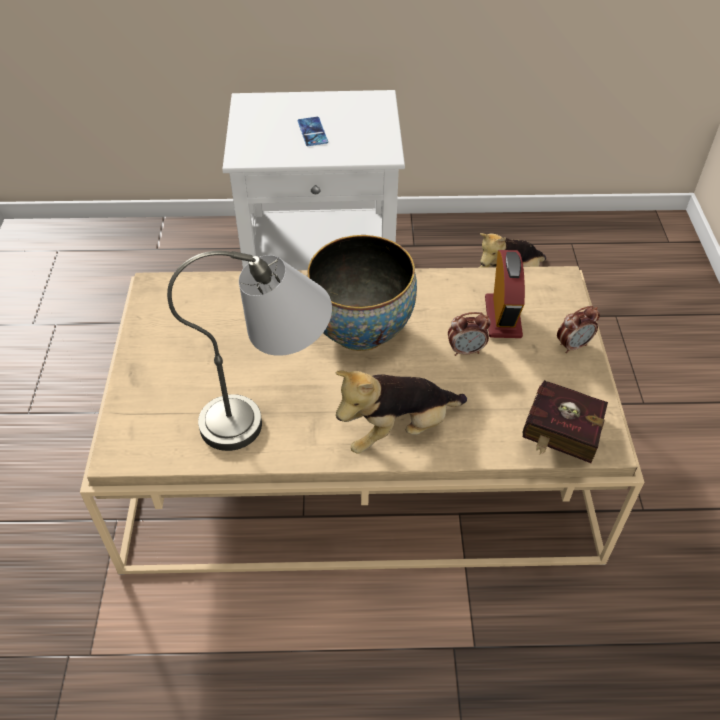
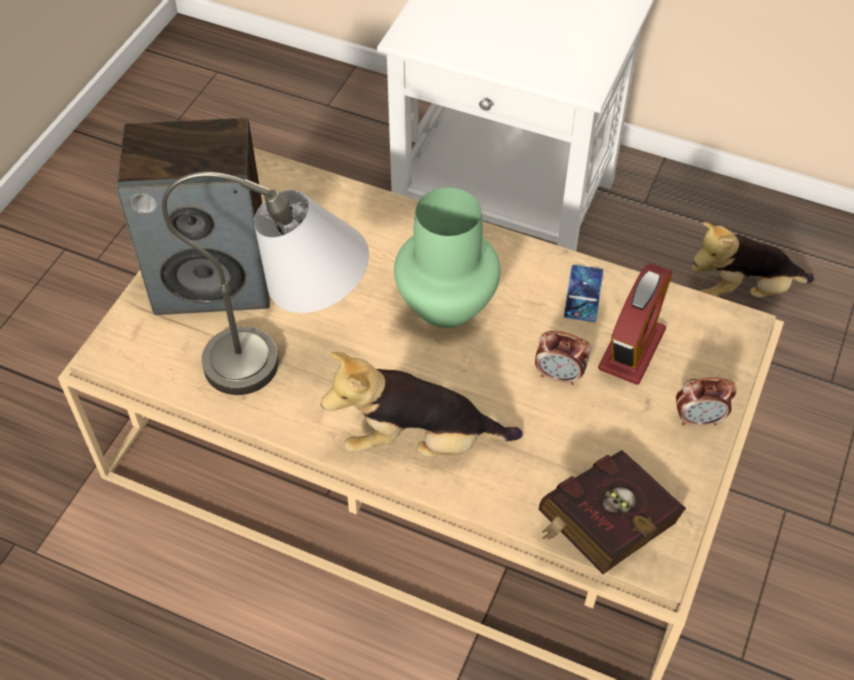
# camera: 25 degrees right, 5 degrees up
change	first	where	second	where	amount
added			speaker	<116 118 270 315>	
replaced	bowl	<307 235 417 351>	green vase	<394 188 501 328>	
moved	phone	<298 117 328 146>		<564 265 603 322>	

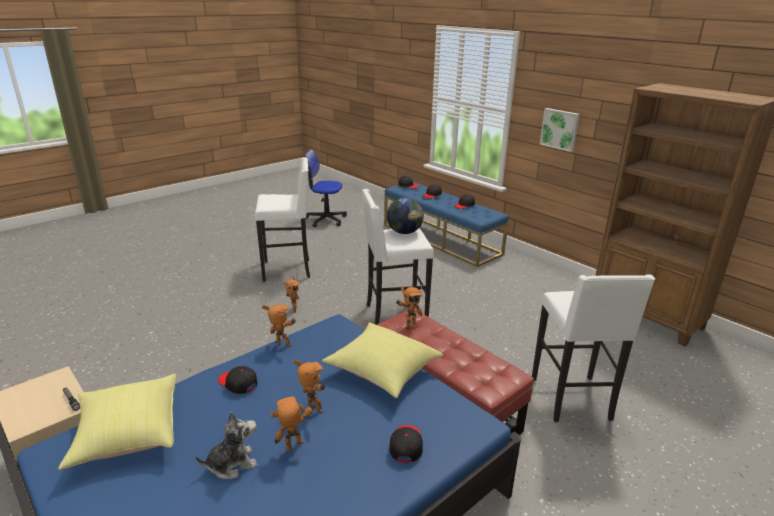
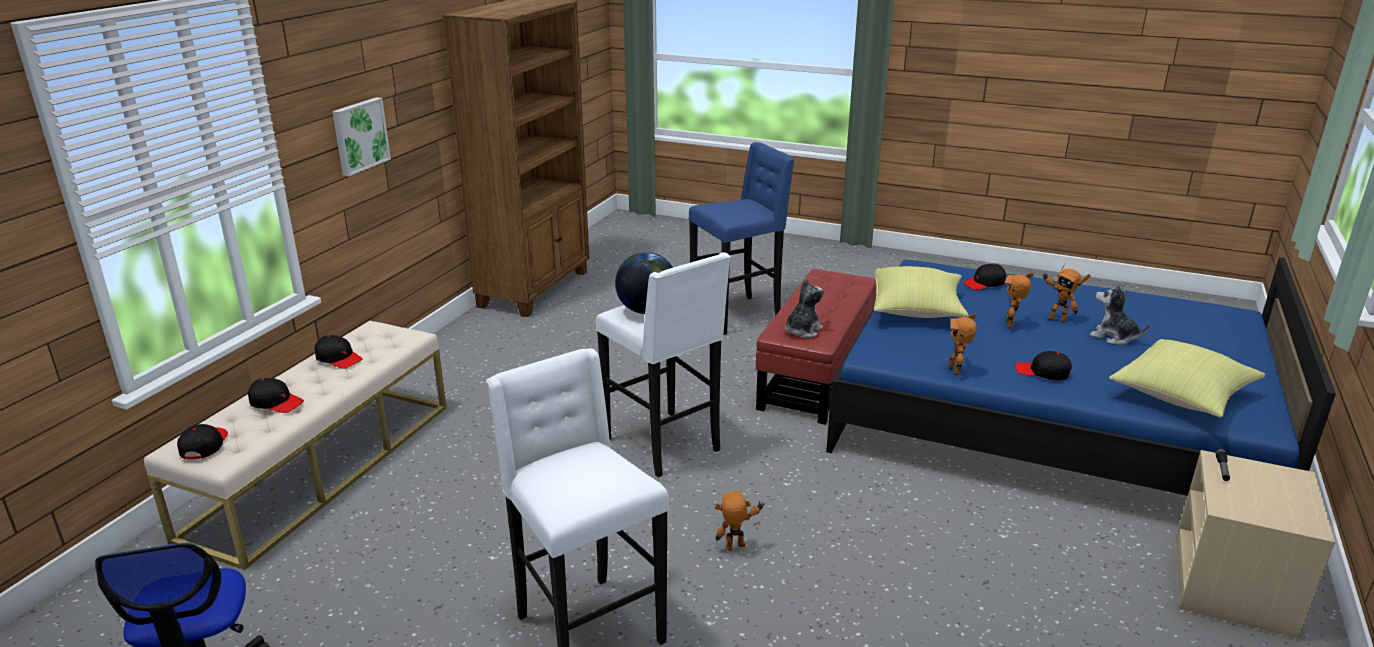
# camera: 115 degrees left, 0 degrees up
change	first	where	second	where	amount
recoloured	blue bench	<384 182 509 267>	beige bench	<144 321 447 570>	
recoloured	white stool	<532 274 655 422>	blue stool	<689 142 794 335>	
replaced	toy robot	<396 285 423 329>	plush toy	<785 278 824 338>	
turned	black cap	<218 366 258 394>		<1015 351 1072 380>	105 degrees clockwise

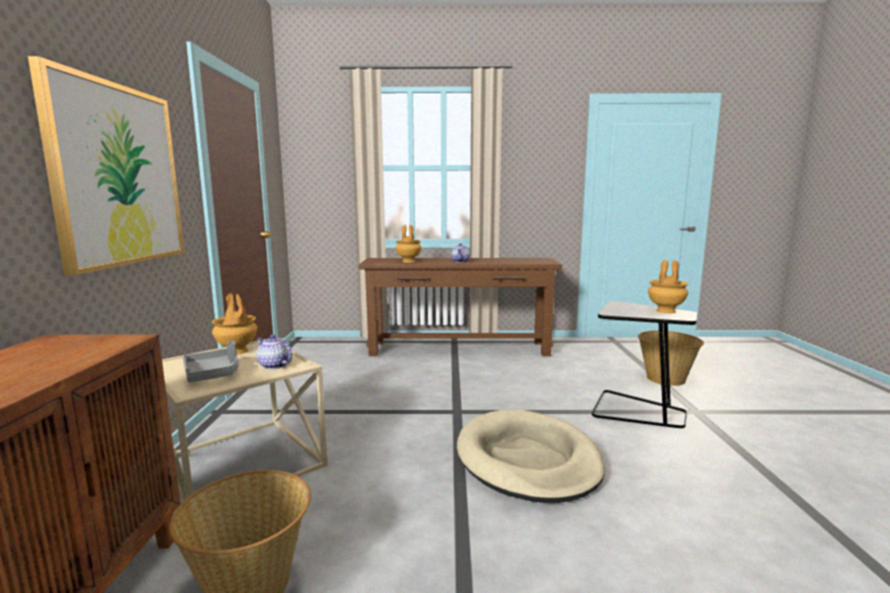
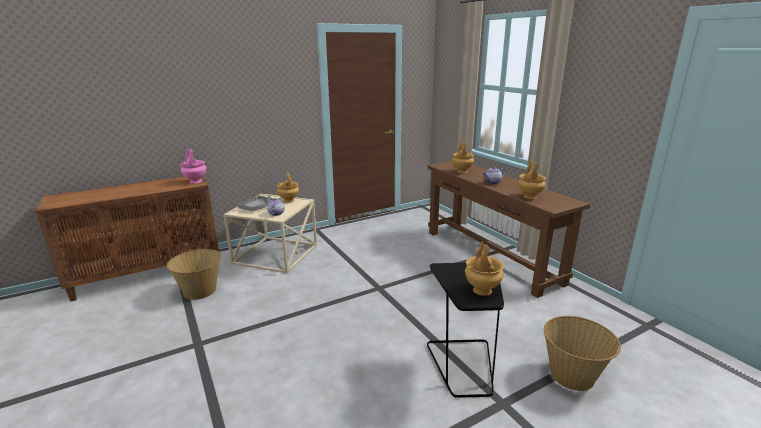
# camera: 60 degrees right, 10 degrees up
change	first	where	second	where	amount
added			pink vase	<180 148 207 184>	
added			brown vase	<518 161 546 199>	
removed	picture	<28 56 184 276>			
removed	beige dog bed	<457 409 605 503>			

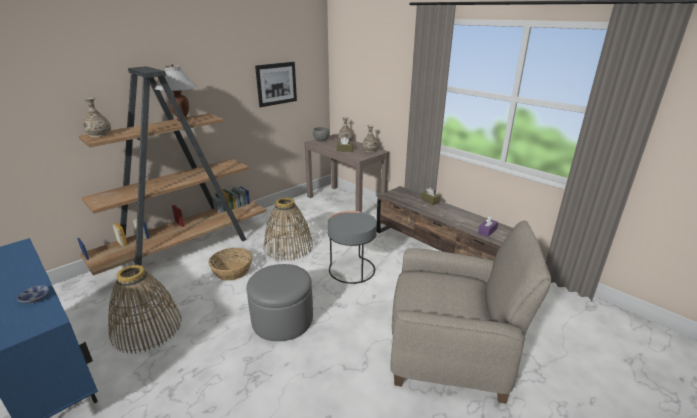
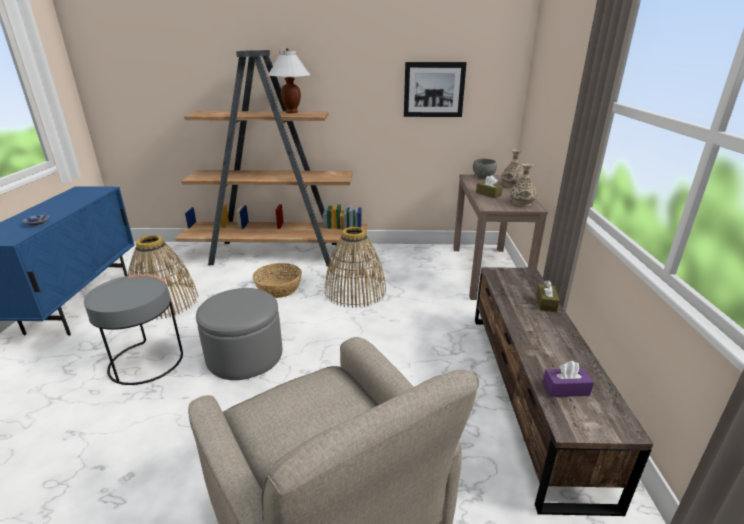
# camera: 45 degrees right, 0 degrees up
change	first	where	second	where	amount
moved	grey side table	<328 211 377 284>		<84 274 183 385>	
removed	vase	<83 98 111 137>			

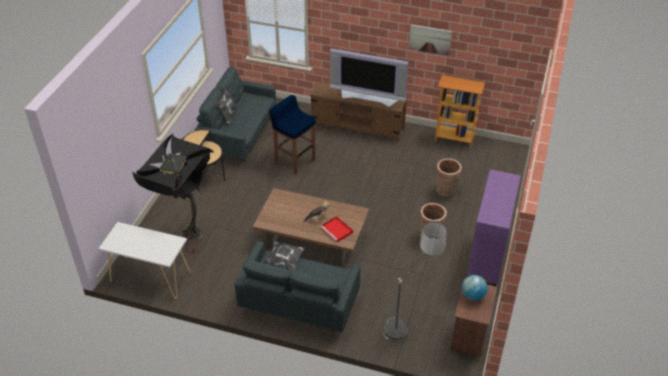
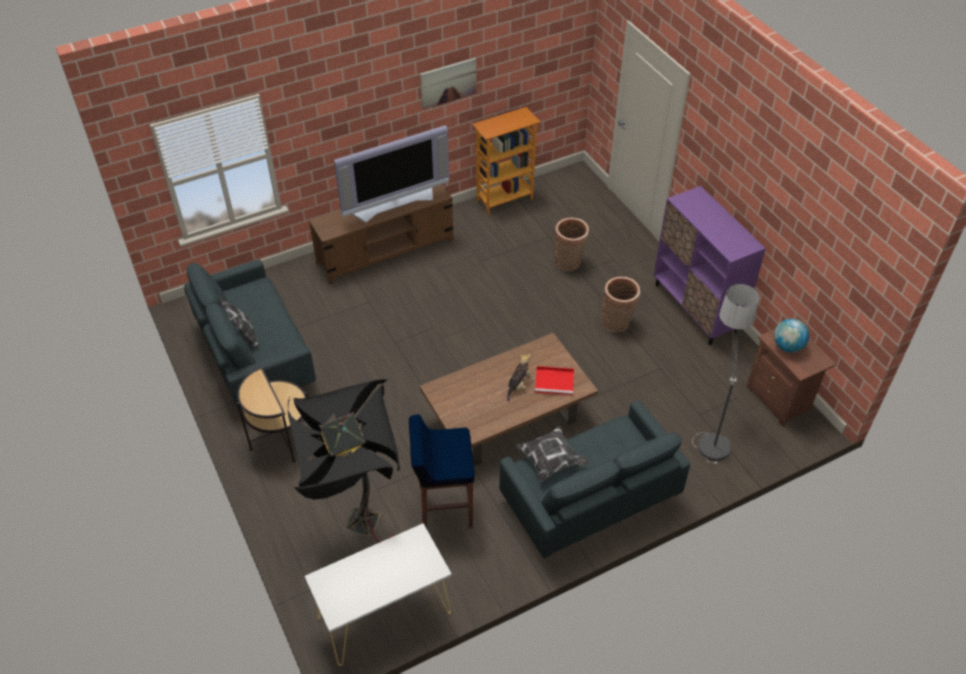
# camera: 45 degrees left, 5 degrees up
change	first	where	second	where	amount
moved	blue stool	<269 95 316 175>		<409 414 475 529>	

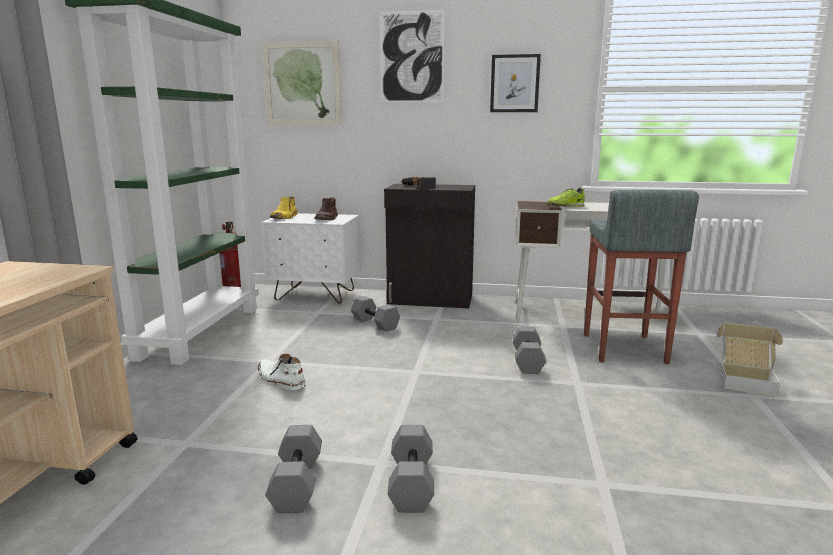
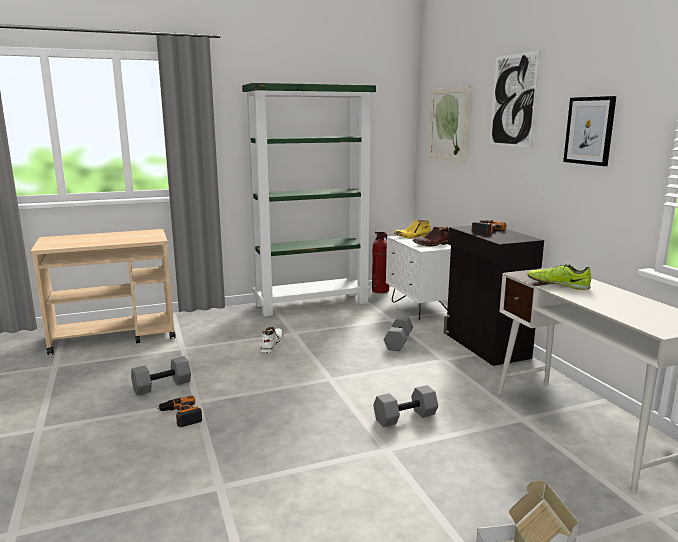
# camera: 60 degrees right, 0 degrees up
change	first	where	second	where	amount
replaced	grey dumbbell	<388 425 434 513>	power drill	<157 396 202 427>	
removed	grey stool	<584 190 699 364>			

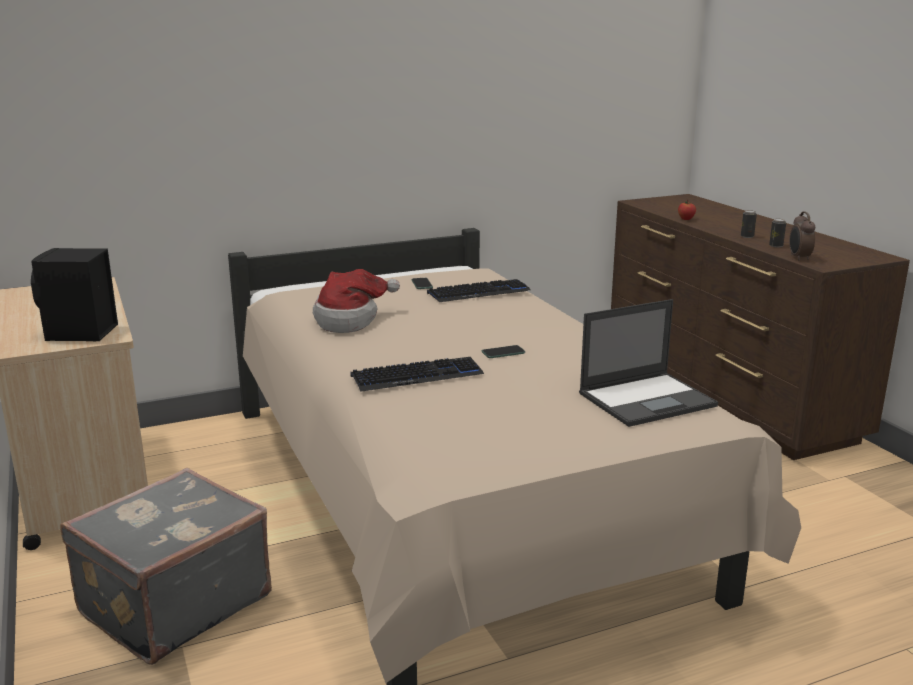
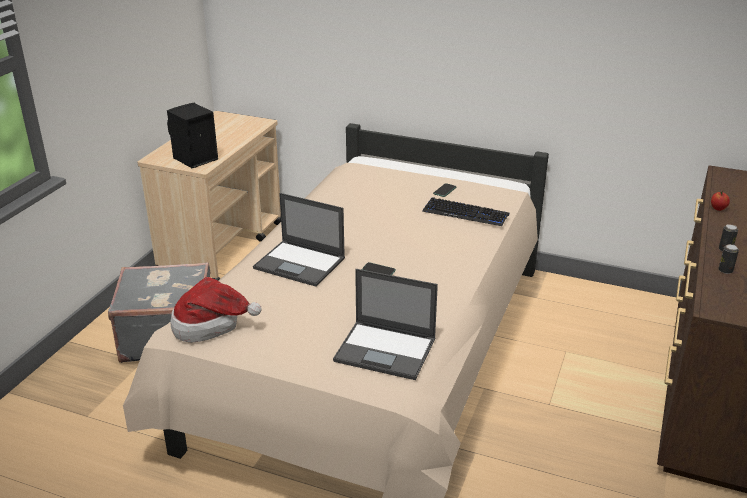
# camera: 45 degrees right, 10 degrees up
change	first	where	second	where	amount
moved	hat	<313 269 400 333>		<170 277 262 343>	
replaced	keyboard	<350 357 484 392>	laptop	<253 193 345 287>	
removed	alarm clock	<789 211 815 261>			

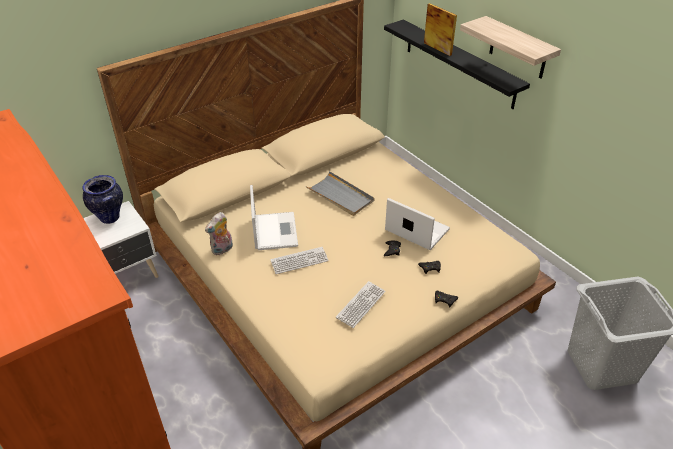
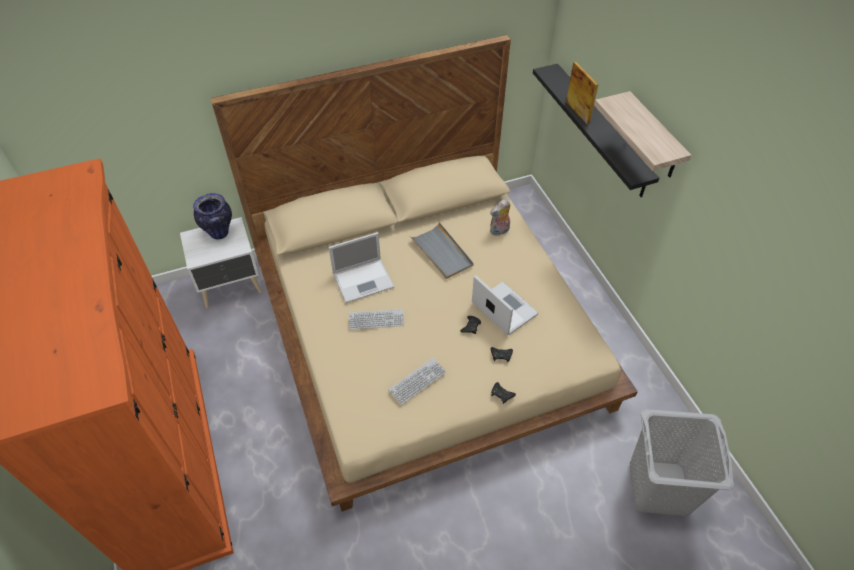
# camera: 15 degrees right, 10 degrees up
change	first	where	second	where	amount
turned	laptop	<250 185 298 250>		<329 232 394 303>	60 degrees clockwise
moved	plush toy	<205 212 233 255>		<490 199 510 236>	

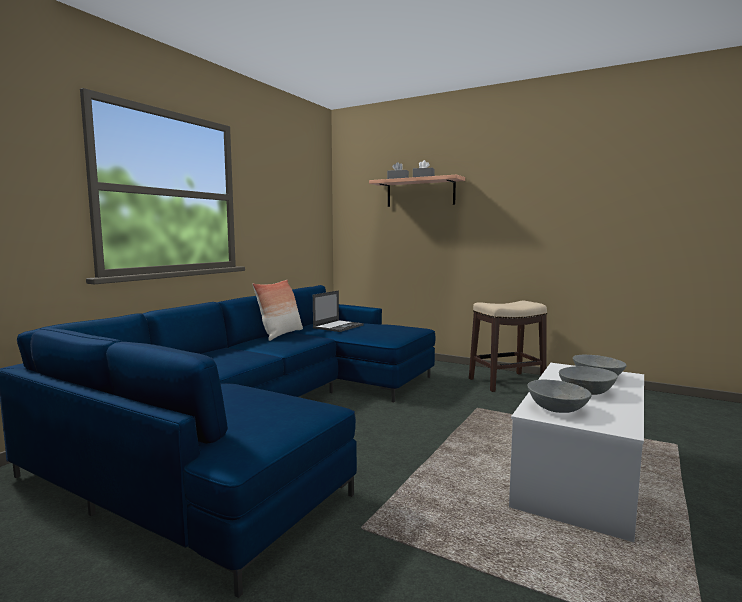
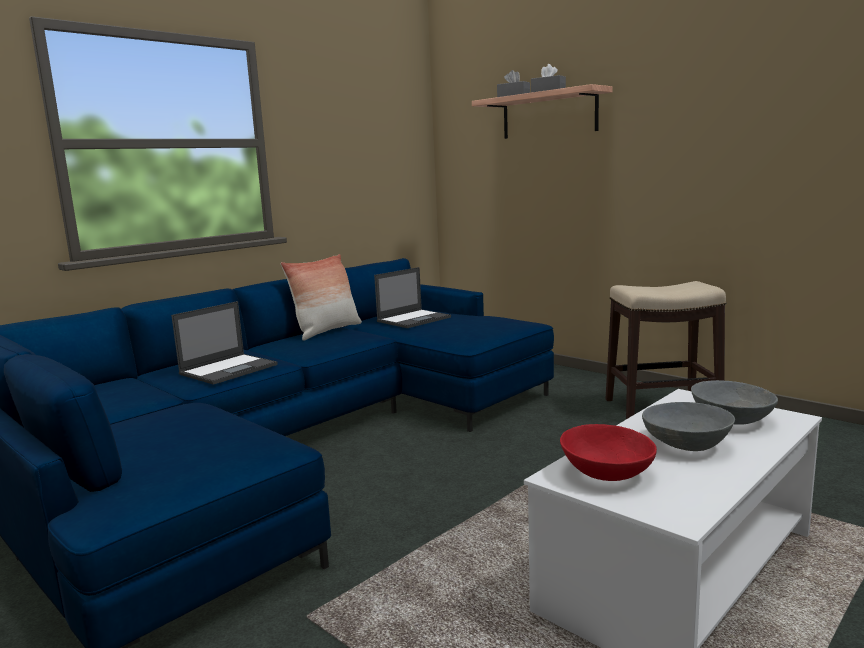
# camera: 15 degrees right, 5 degrees up
change	first	where	second	where	amount
added			laptop	<171 301 278 385>	
recoloured	grey bowl	<527 380 591 413>	red bowl	<560 424 657 481>	

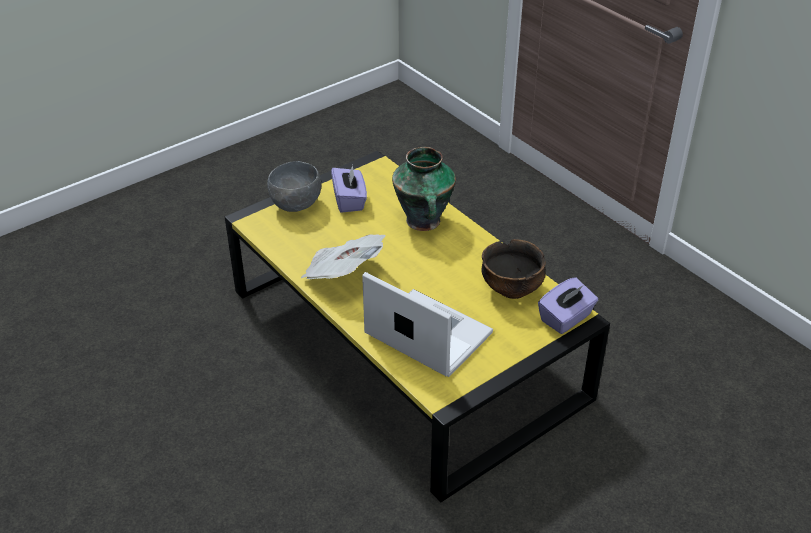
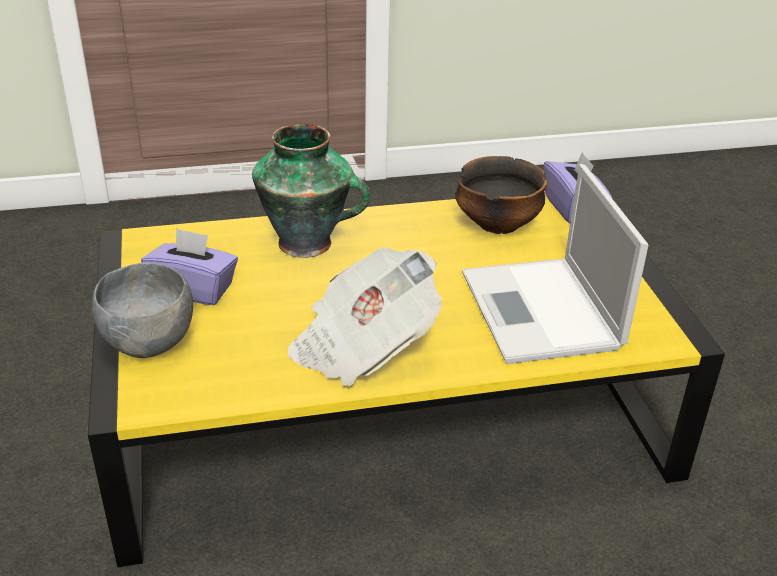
# camera: 65 degrees left, 5 degrees down
change	first	where	second	where	amount
turned	laptop	<362 272 493 377>		<462 164 649 364>	75 degrees counterclockwise

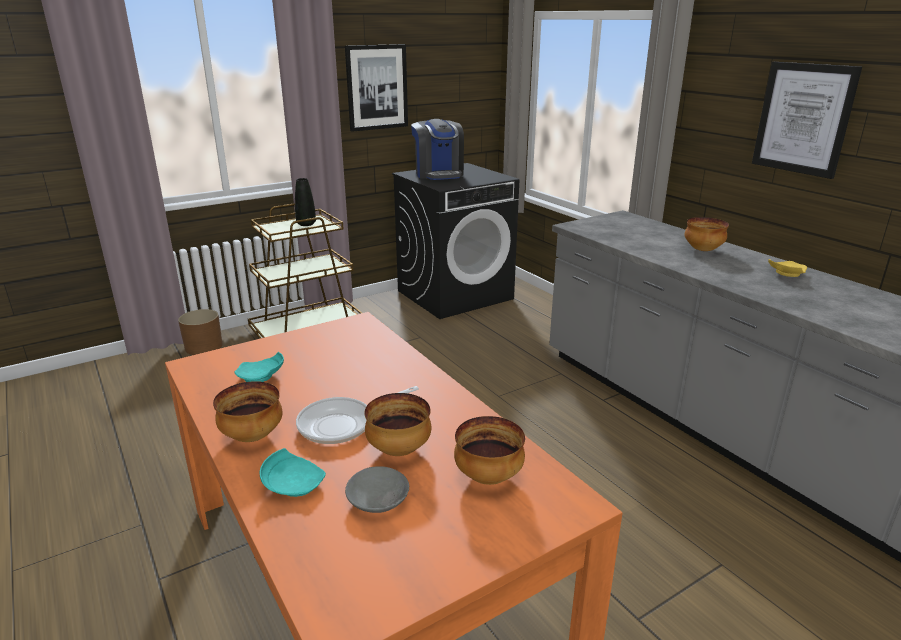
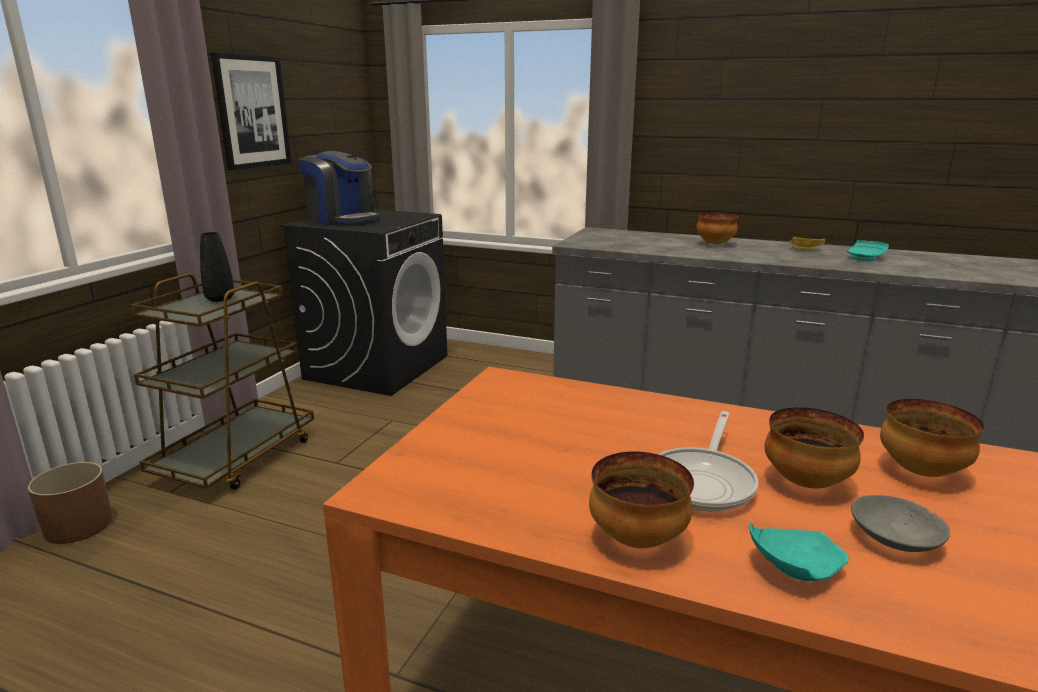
# camera: 35 degrees left, 5 degrees down
change	first	where	second	where	amount
moved	turquoise plate	<235 352 284 382>		<846 240 889 261>	
removed	picture	<752 62 862 179>			

